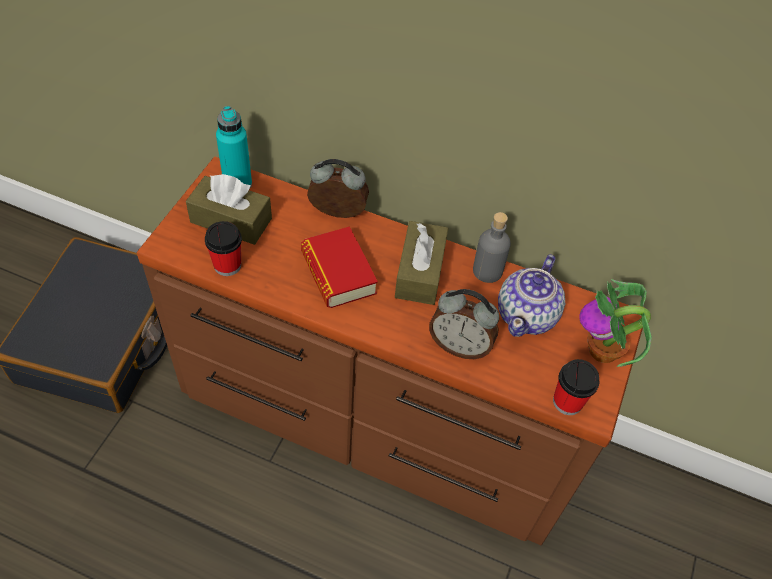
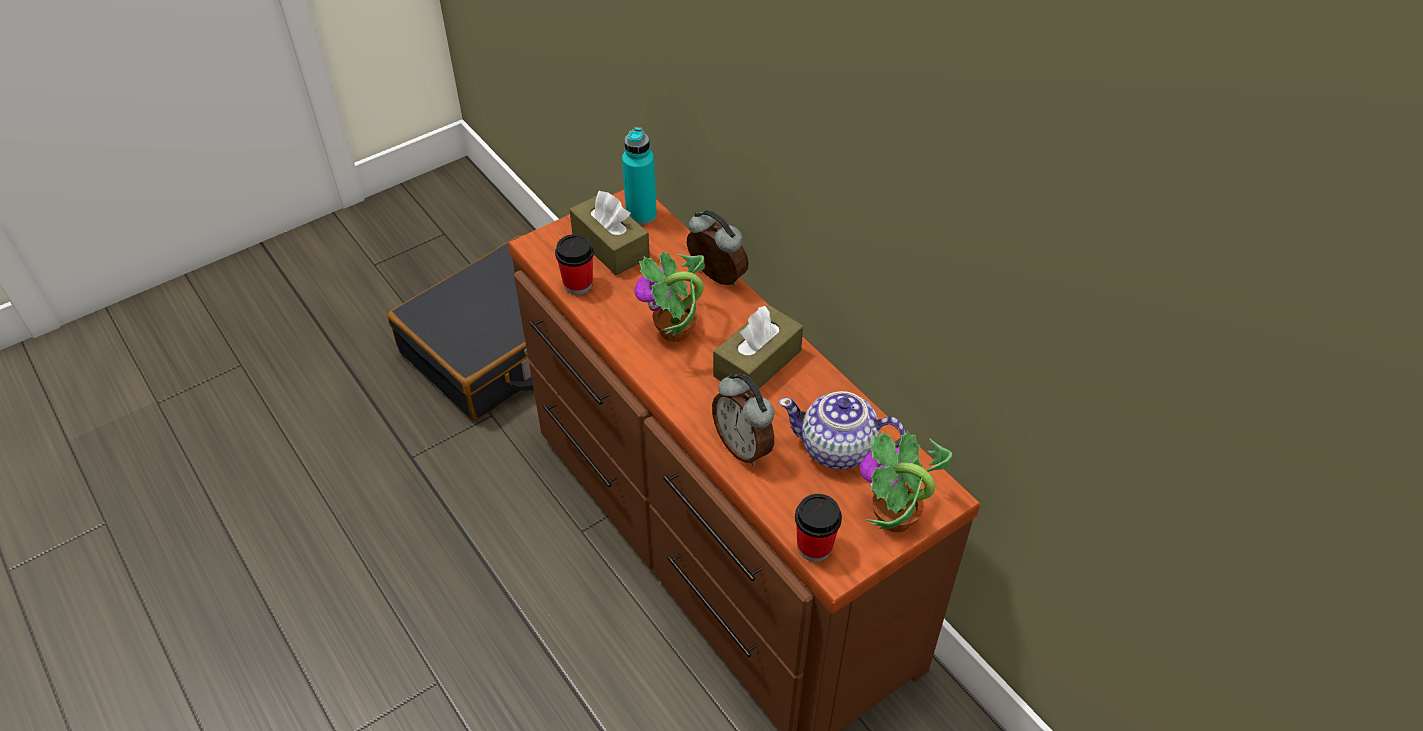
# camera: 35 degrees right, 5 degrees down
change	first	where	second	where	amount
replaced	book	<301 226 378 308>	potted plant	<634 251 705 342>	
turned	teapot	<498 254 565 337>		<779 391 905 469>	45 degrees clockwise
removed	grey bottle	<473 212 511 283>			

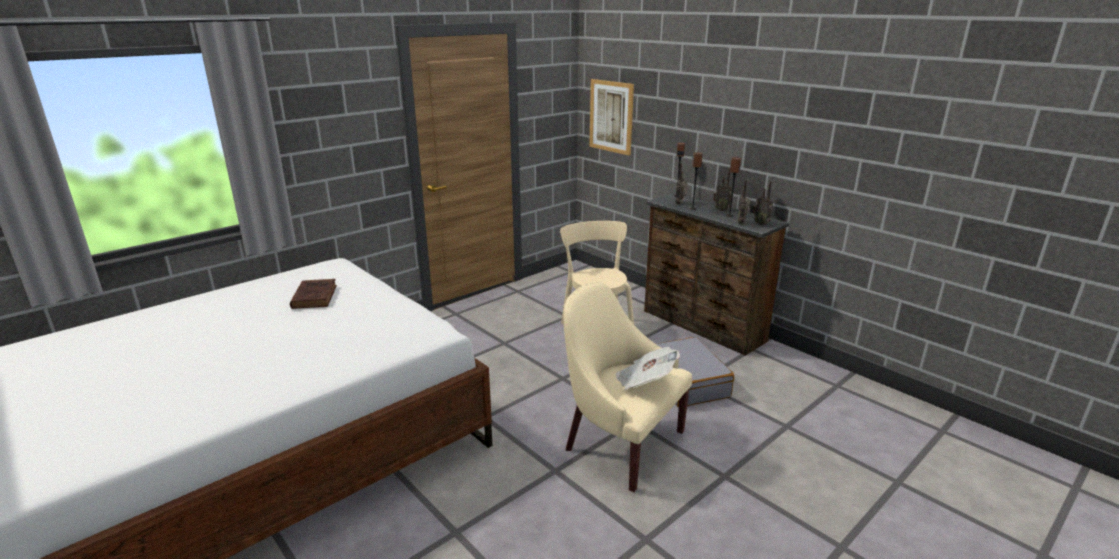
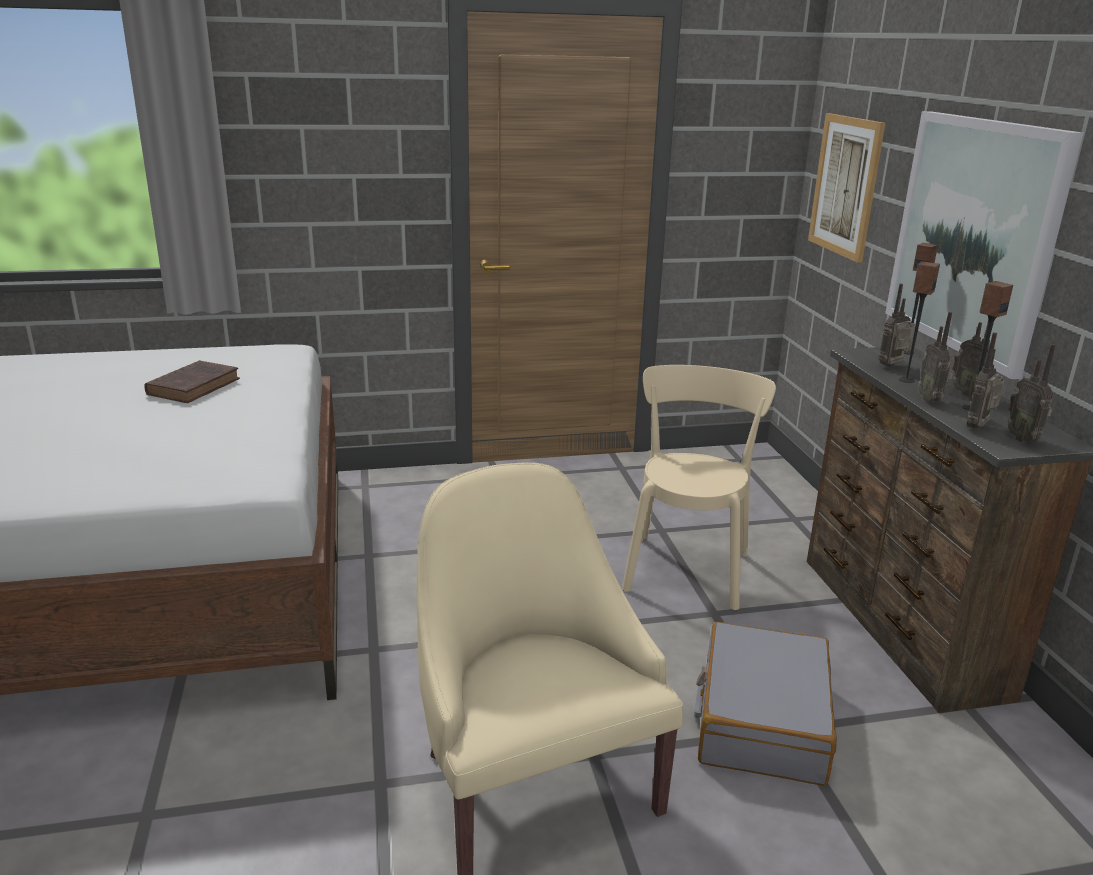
# camera: 30 degrees right, 0 degrees up
change	first	where	second	where	amount
added			picture	<885 111 1083 379>	
added			radio	<919 312 954 402>	
removed	newspaper	<616 347 680 390>			

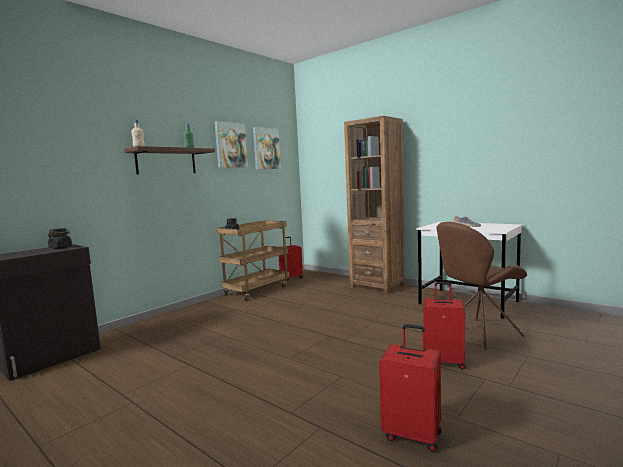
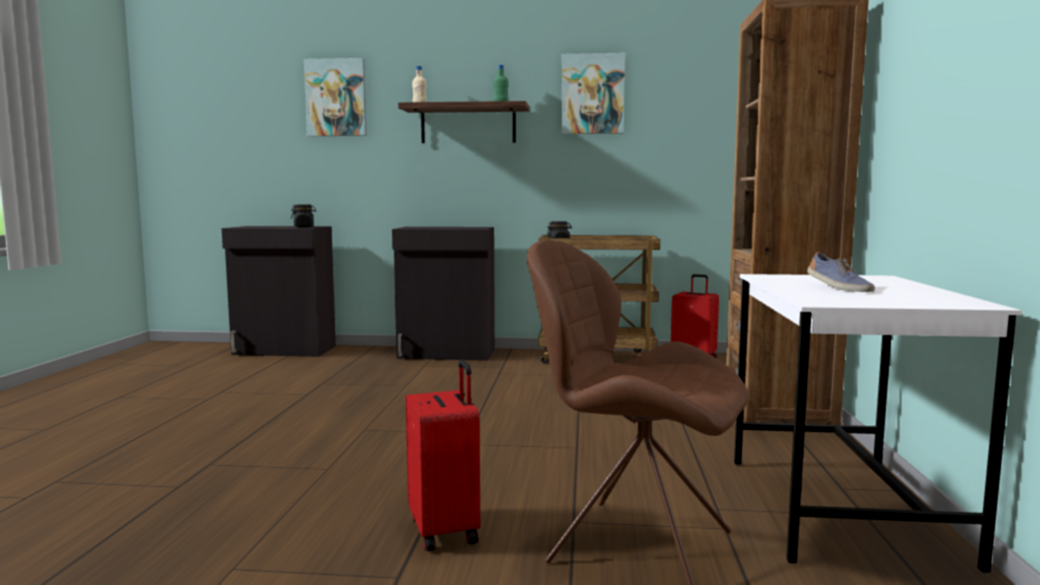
# camera: 55 degrees right, 0 degrees up
change	first	where	second	where	amount
moved	picture	<253 127 281 169>		<304 58 367 136>	
added			black cabinet	<392 227 495 361>	
removed	red suitcase	<379 324 442 452>			

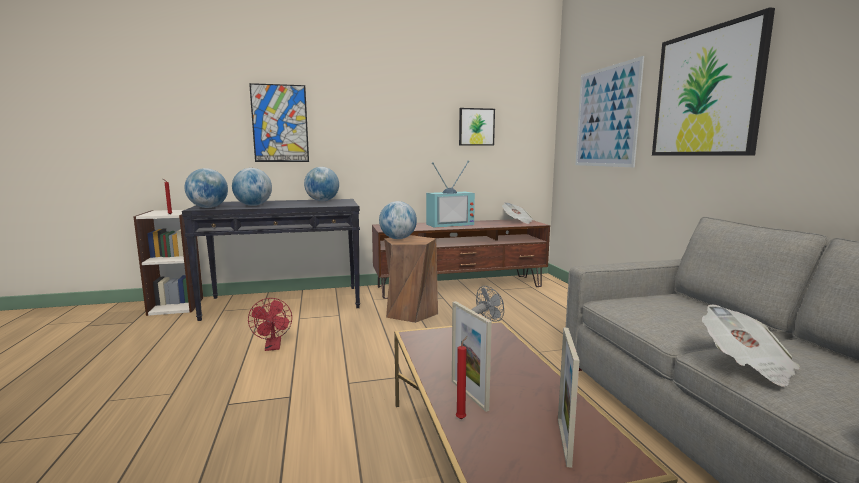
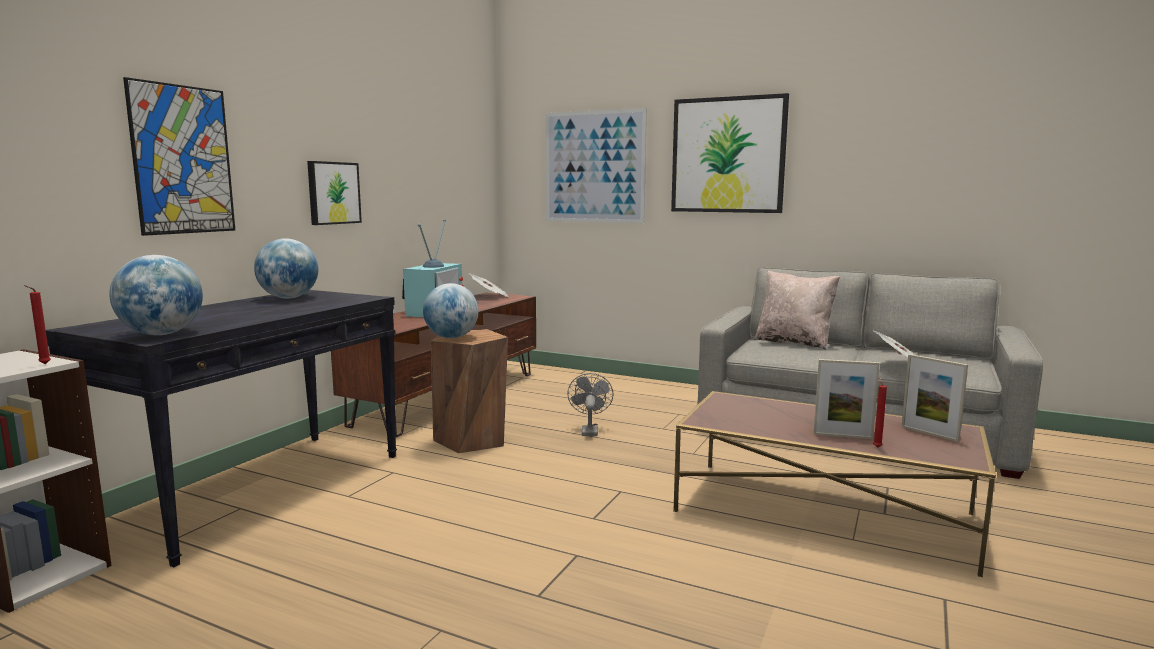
# camera: 50 degrees left, 0 degrees up
change	first	where	second	where	amount
moved	picture	<459 108 495 146>		<307 161 362 225>	
added			beige pillow	<754 271 840 350>	
removed	globe	<232 168 272 206>			
removed	red fan	<248 298 292 351>			

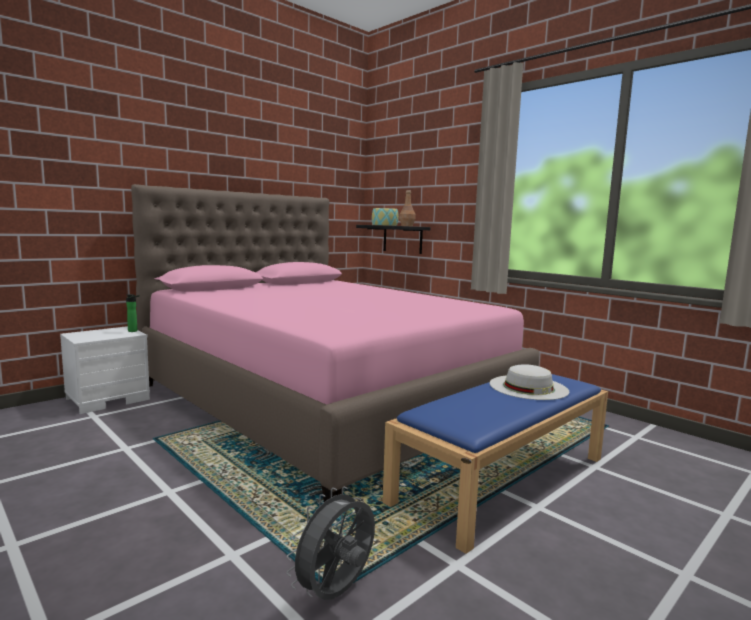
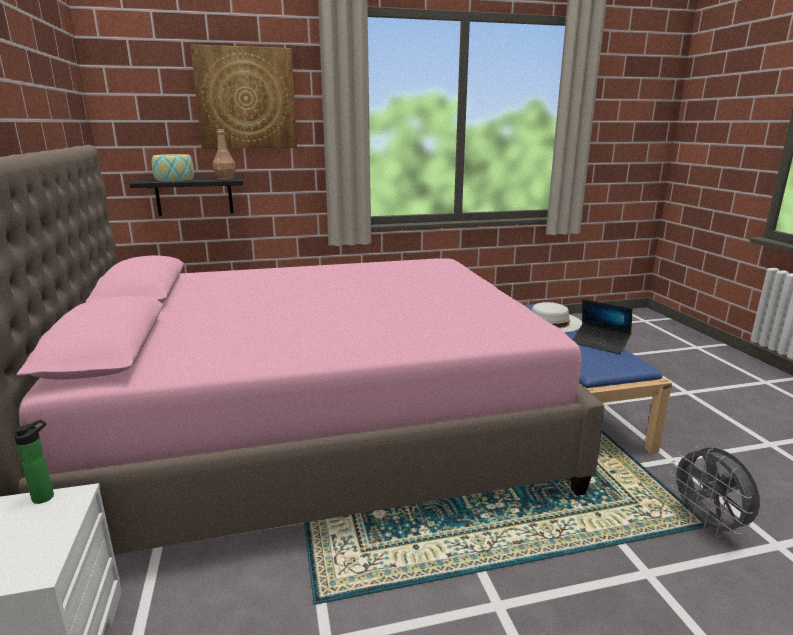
# camera: 60 degrees left, 10 degrees up
change	first	where	second	where	amount
added			picture	<190 44 297 148>	
added			laptop	<573 299 632 354>	

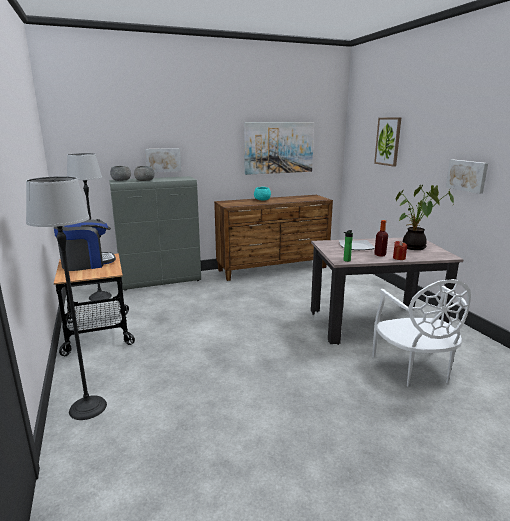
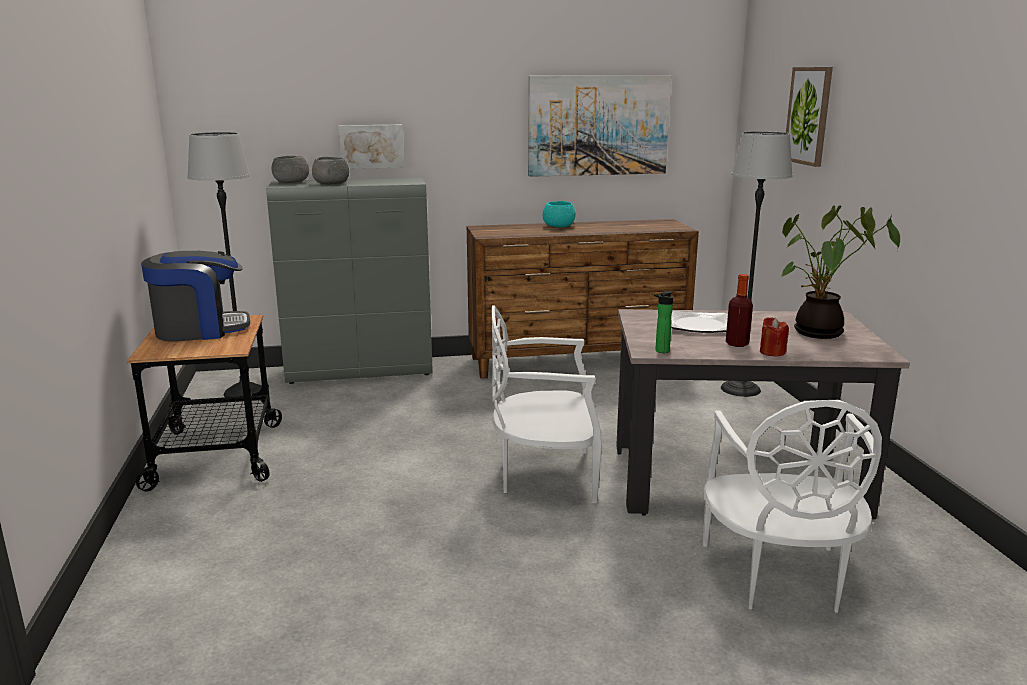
# camera: 10 degrees right, 0 degrees up
change	first	where	second	where	amount
added			white chair	<492 306 602 503>	
moved	floor lamp	<26 176 107 420>		<721 131 793 397>	
removed	picture	<446 159 488 194>			

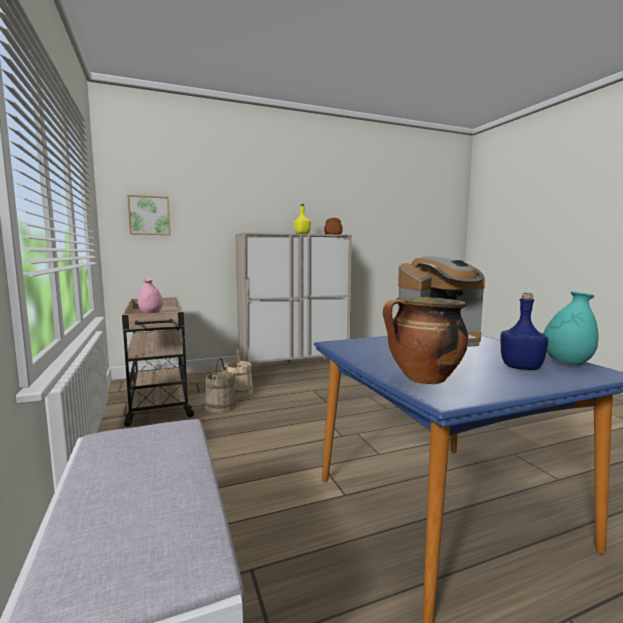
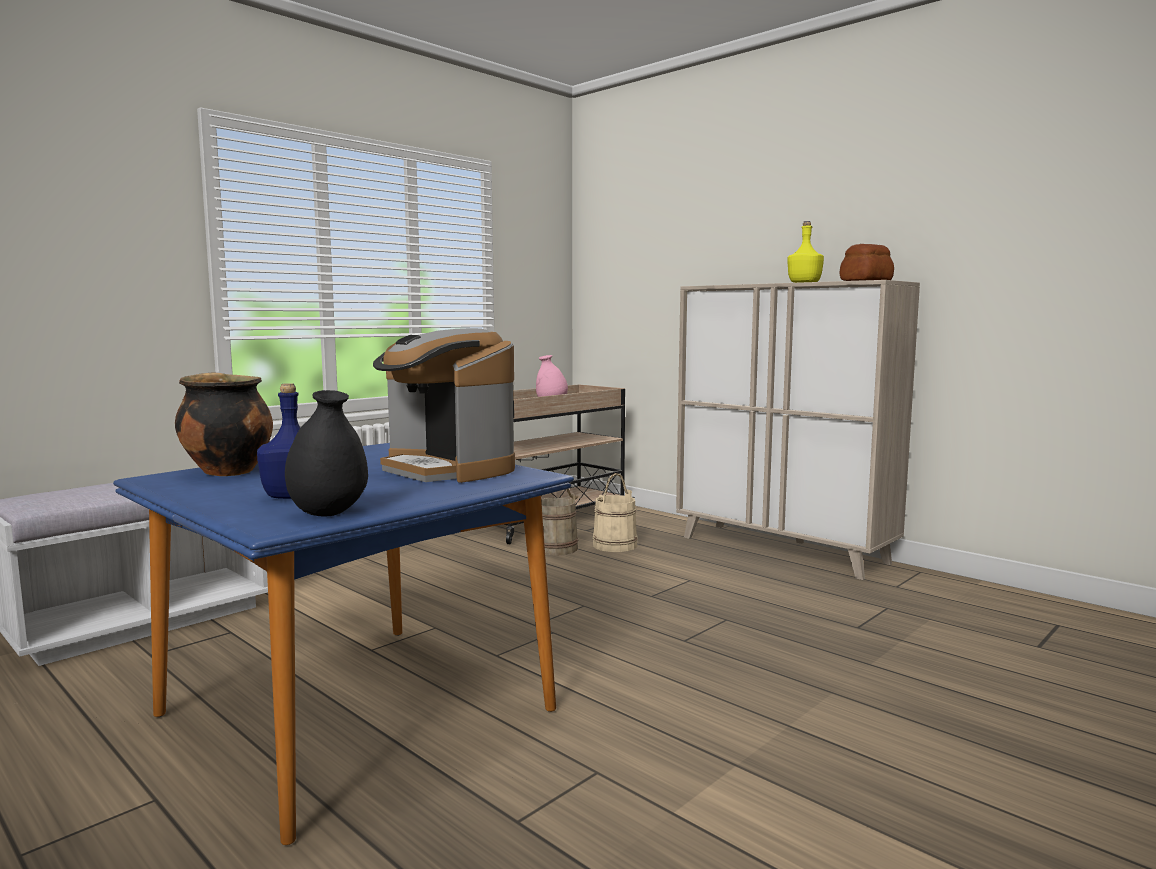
# camera: 65 degrees right, 0 degrees up
change	first	where	second	where	amount
recoloured	turquoise vase	<543 292 598 365>	black vase	<285 390 368 516>	
removed	picture	<127 195 171 235>			

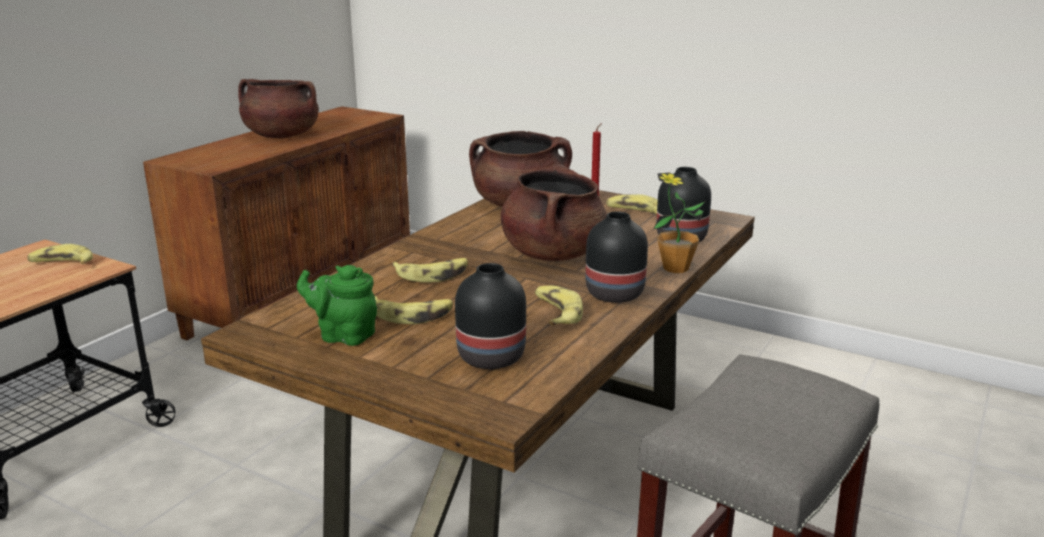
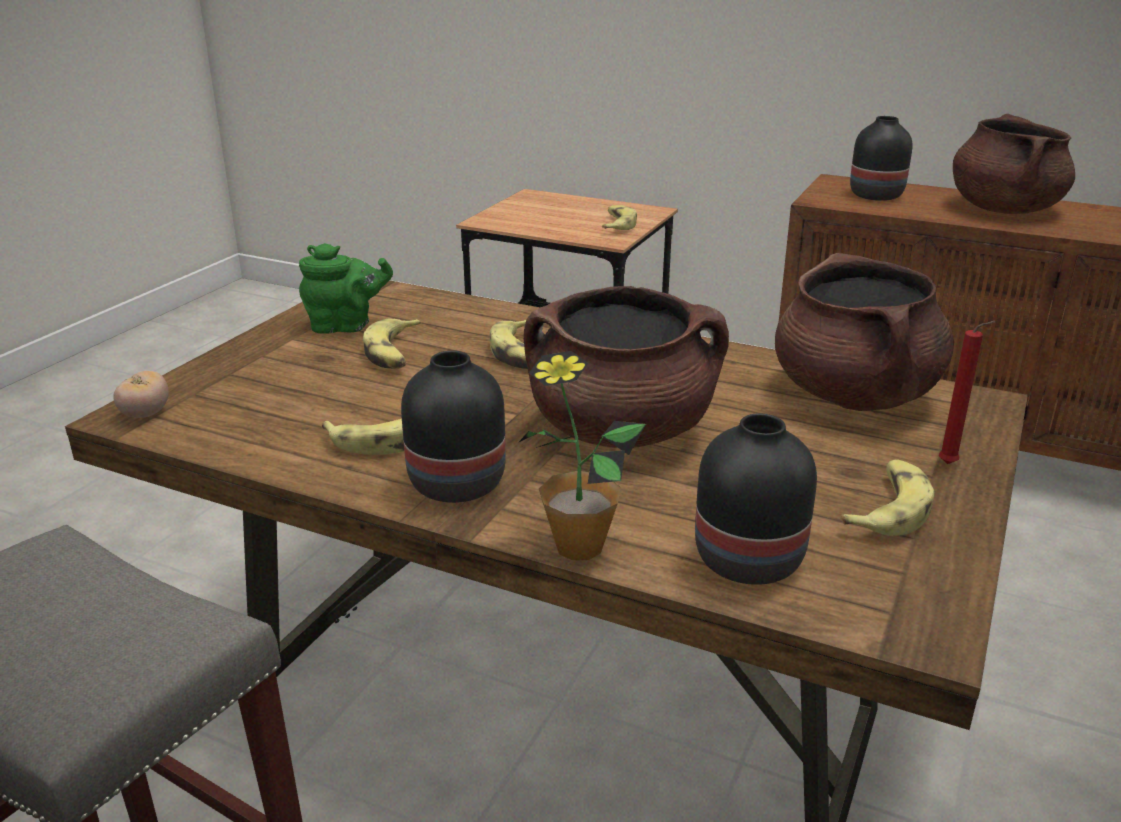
# camera: 85 degrees right, 5 degrees up
change	first	where	second	where	amount
added			tomato	<113 371 169 418>	
turned	green teapot	<297 265 377 346>		<299 243 393 334>	75 degrees clockwise
moved	black vase	<455 263 526 369>		<850 116 913 201>	

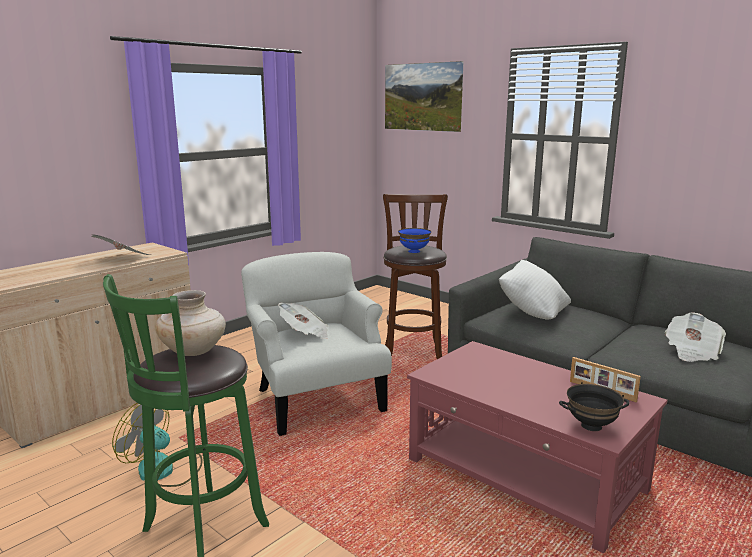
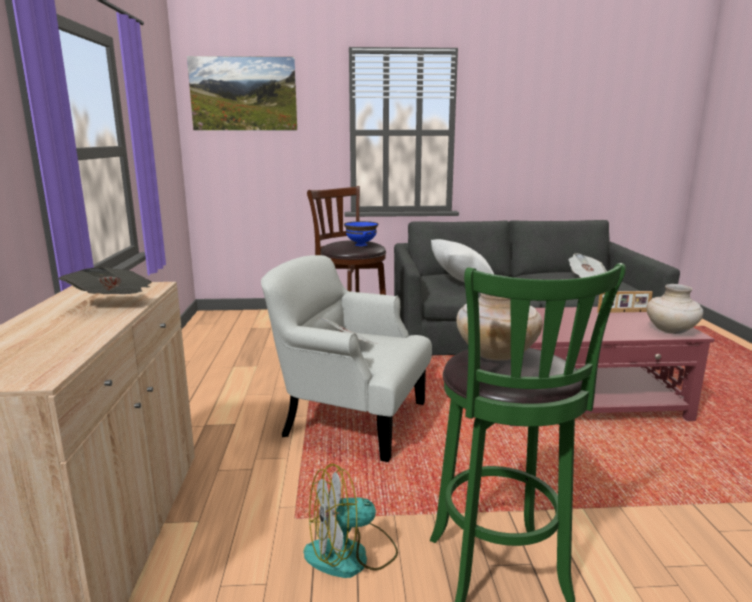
# camera: 45 degrees left, 0 degrees up
change	first	where	second	where	amount
replaced	black bowl	<559 384 630 431>	beige vase	<646 284 703 334>	

